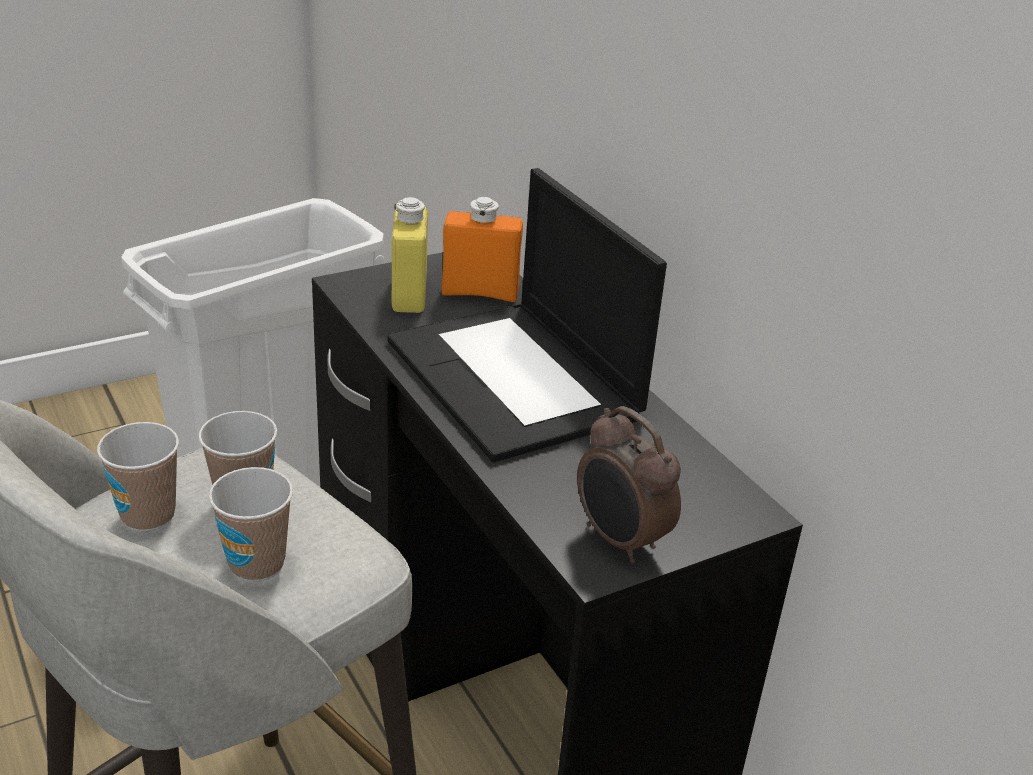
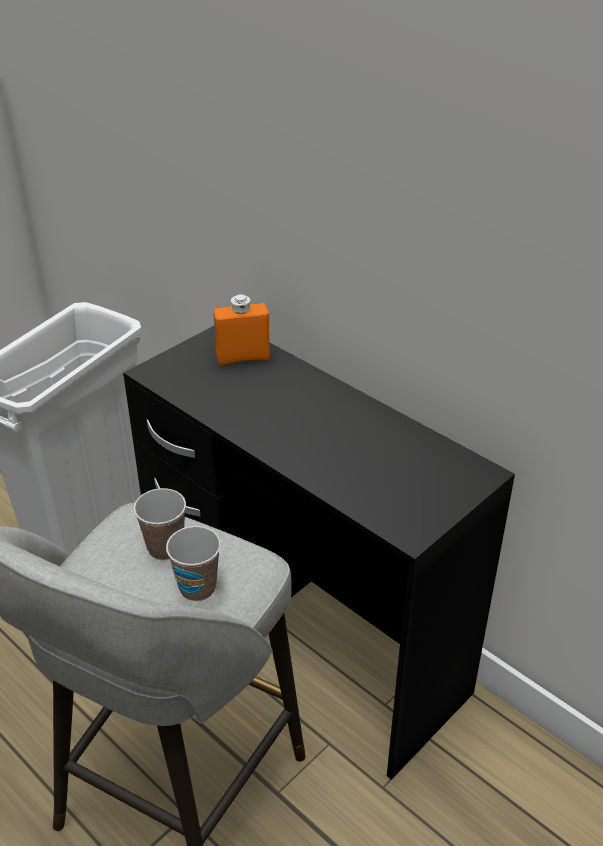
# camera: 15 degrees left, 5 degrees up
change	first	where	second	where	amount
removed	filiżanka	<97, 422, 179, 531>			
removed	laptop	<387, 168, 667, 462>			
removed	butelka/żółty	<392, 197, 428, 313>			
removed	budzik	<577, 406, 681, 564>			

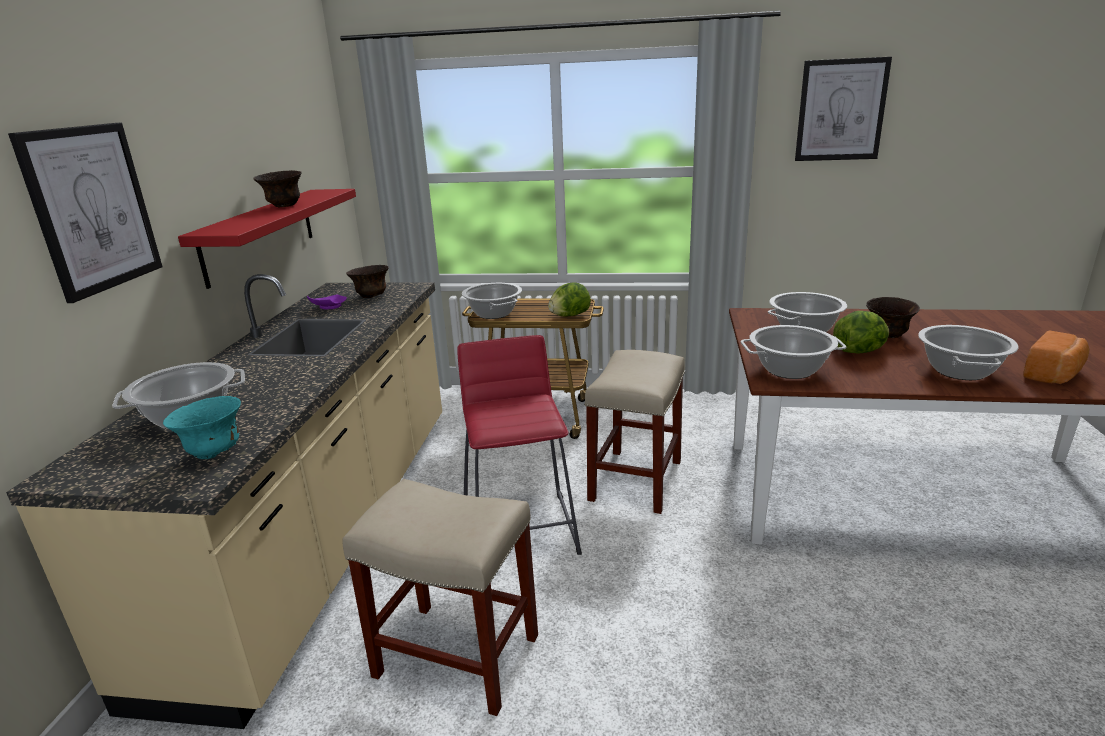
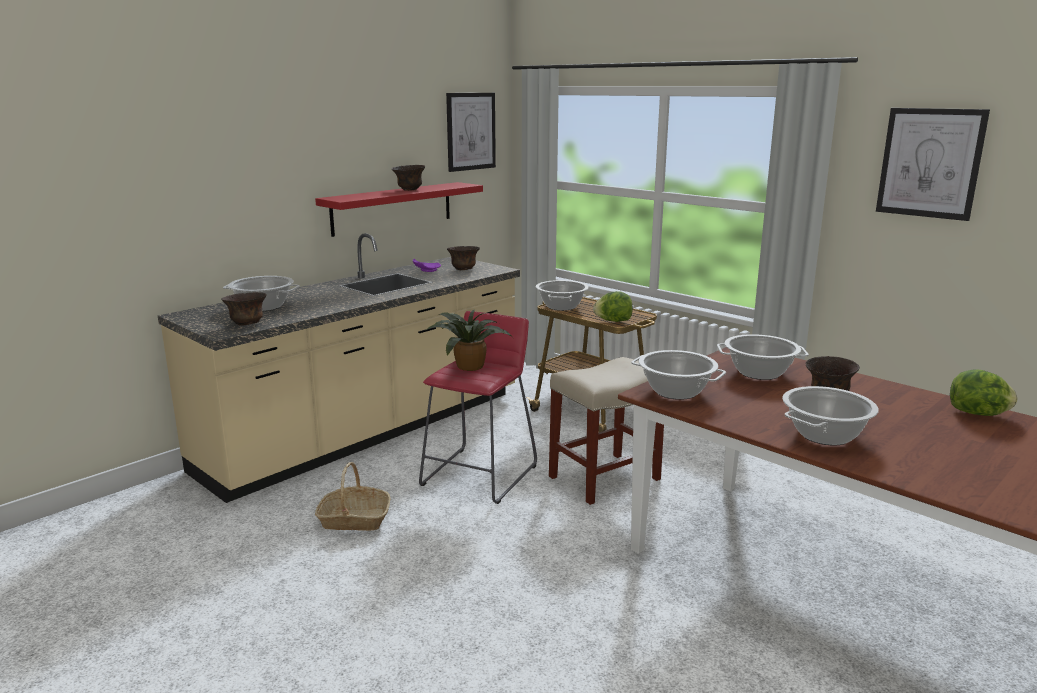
# camera: 35 degrees right, 5 degrees down
change	first	where	second	where	amount
recoloured	miska/turkusowy	<163, 396, 241, 459>	miska/brązowy	<221, 292, 267, 326>	
replaced	stołek/beżowy	<343, 479, 538, 716>	koszyk	<315, 462, 390, 531>	
added			roślina doniczkowa	<425, 309, 512, 371>	
moved	obraz	<8, 122, 162, 303>		<446, 93, 496, 172>	
moved	sałata	<833, 311, 889, 354>		<950, 369, 1018, 416>	
removed	chleb	<1023, 331, 1089, 384>			

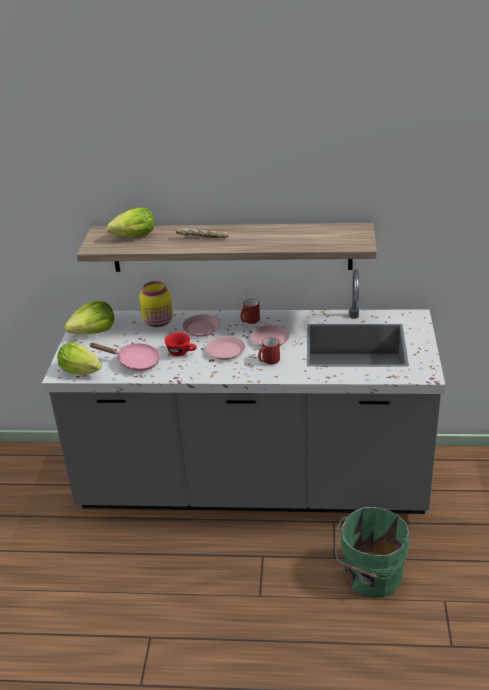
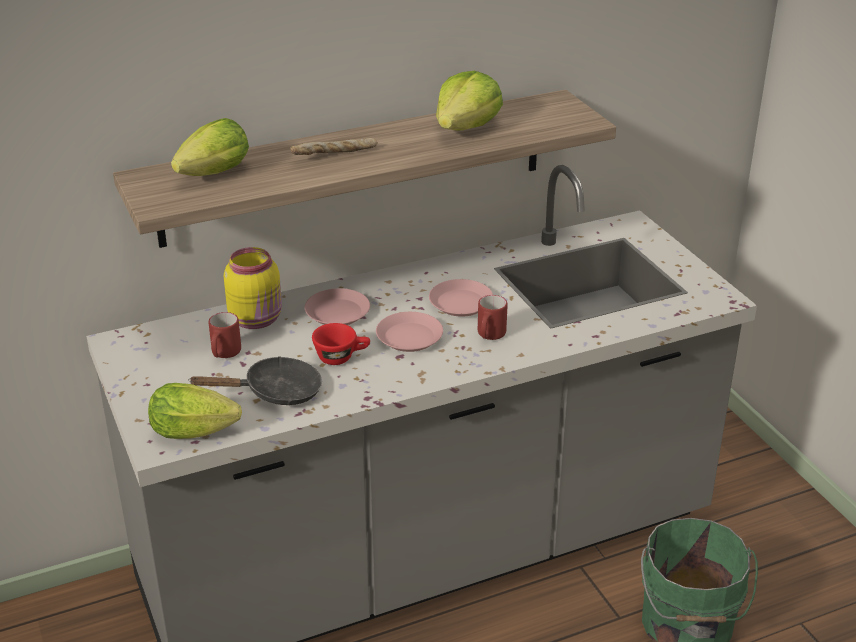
# camera: 30 degrees left, 0 degrees up
change	first	where	second	where	amount
recoloured	patelnia/różowy	<90, 343, 160, 371>	patelnia/czarny	<188, 356, 322, 405>	
moved	kubek/czerwony	<240, 299, 260, 324>		<209, 312, 241, 358>	
moved	sałata	<64, 301, 114, 334>		<436, 71, 503, 130>	

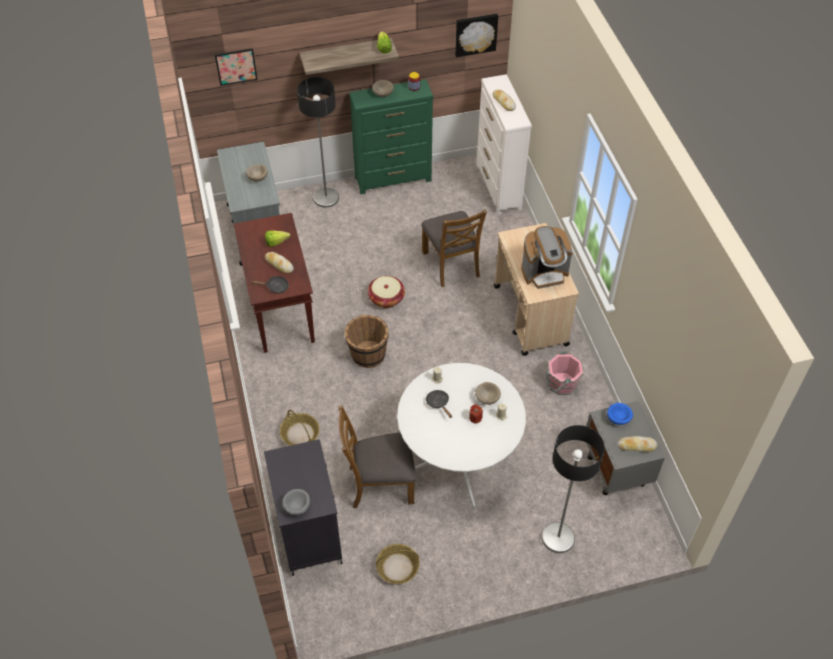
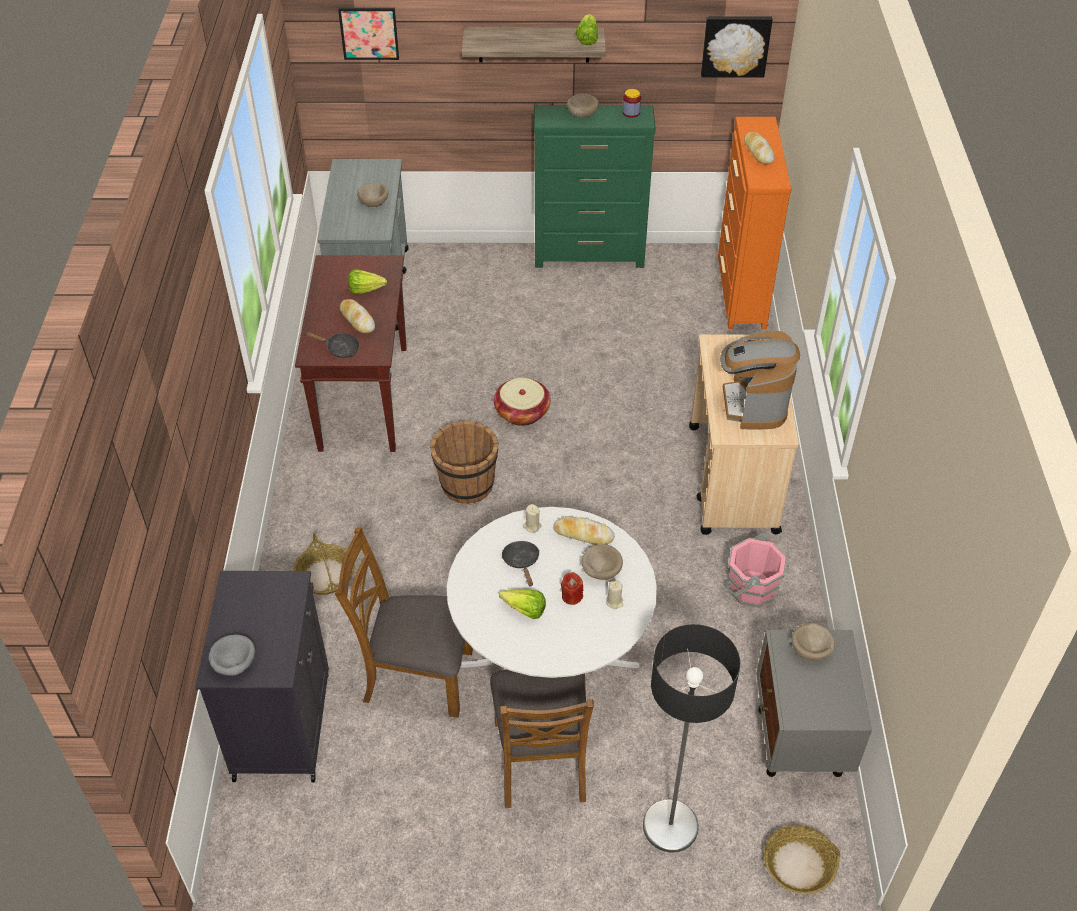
# camera: 15 degrees right, 5 degrees down
change	first	where	second	where	amount
moved	krzesło/brązowy	<421, 210, 487, 287>		<490, 670, 594, 808>	
added			sałata	<499, 589, 546, 619>	
moved	chleb	<617, 436, 657, 452>		<553, 516, 614, 545>	
recoloured	komoda/biały	<476, 74, 532, 215>	komoda/pomarańczowy	<718, 117, 791, 329>	
turned	ekspres do kawy	<521, 226, 573, 289>		<720, 331, 800, 430>	90 degrees clockwise
moved	koszyk	<376, 544, 420, 584>		<764, 825, 840, 894>	
recoloured	miska/niebieski	<607, 403, 633, 425>	miska/beżowy	<792, 623, 835, 660>	
removed	lampa stojąca	<297, 77, 339, 208>			

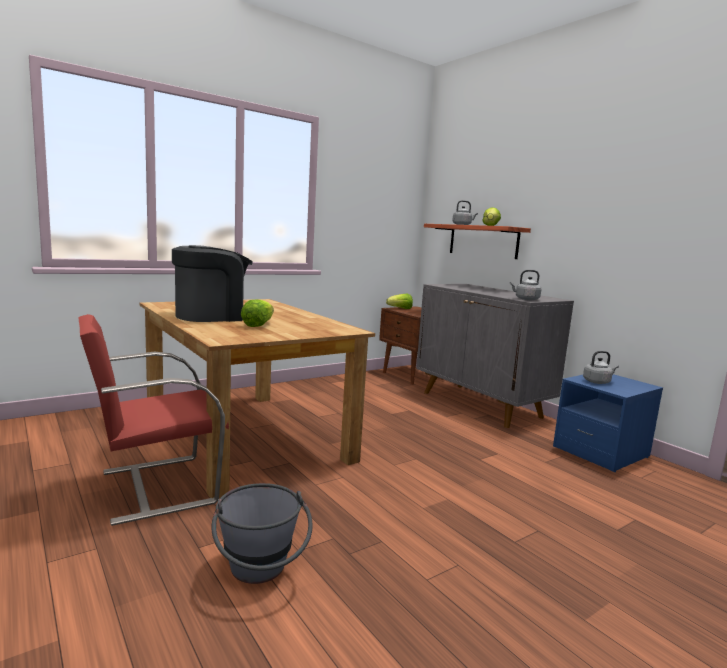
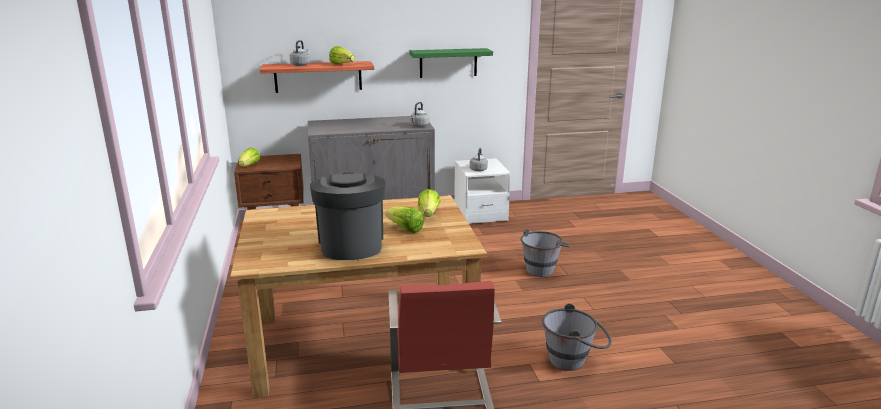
# camera: 65 degrees left, 10 degrees up
change	first	where	second	where	amount
added			półka/zielony	<409, 48, 493, 78>	
added			sałata	<418, 189, 441, 217>	
recoloured	szafka nocna/niebieski	<553, 374, 663, 472>	szafka nocna/biały	<454, 158, 511, 224>	
added			wiadro/szary	<521, 229, 570, 277>	

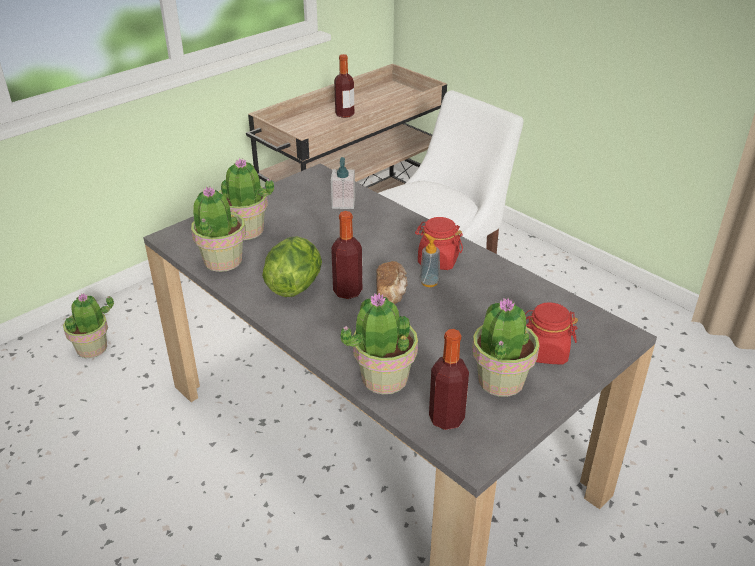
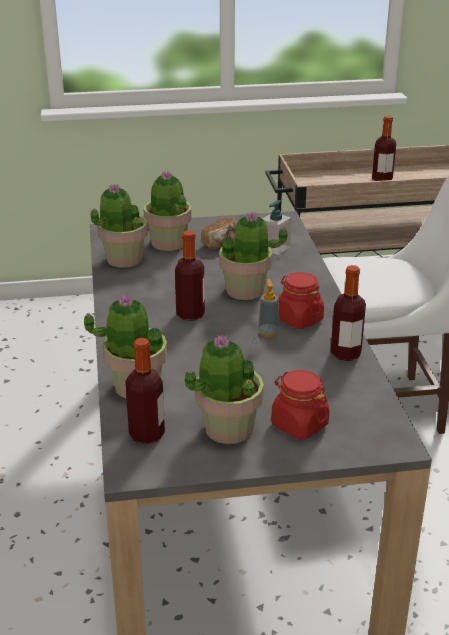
# camera: 35 degrees right, 5 degrees down
change	first	where	second	where	amount
moved	chleb	<376, 261, 408, 304>		<201, 218, 238, 249>	
moved	roślina doniczkowa	<63, 294, 114, 358>		<219, 212, 287, 300>	
added			butelka	<331, 265, 366, 361>	
removed	sałata	<262, 236, 322, 297>			

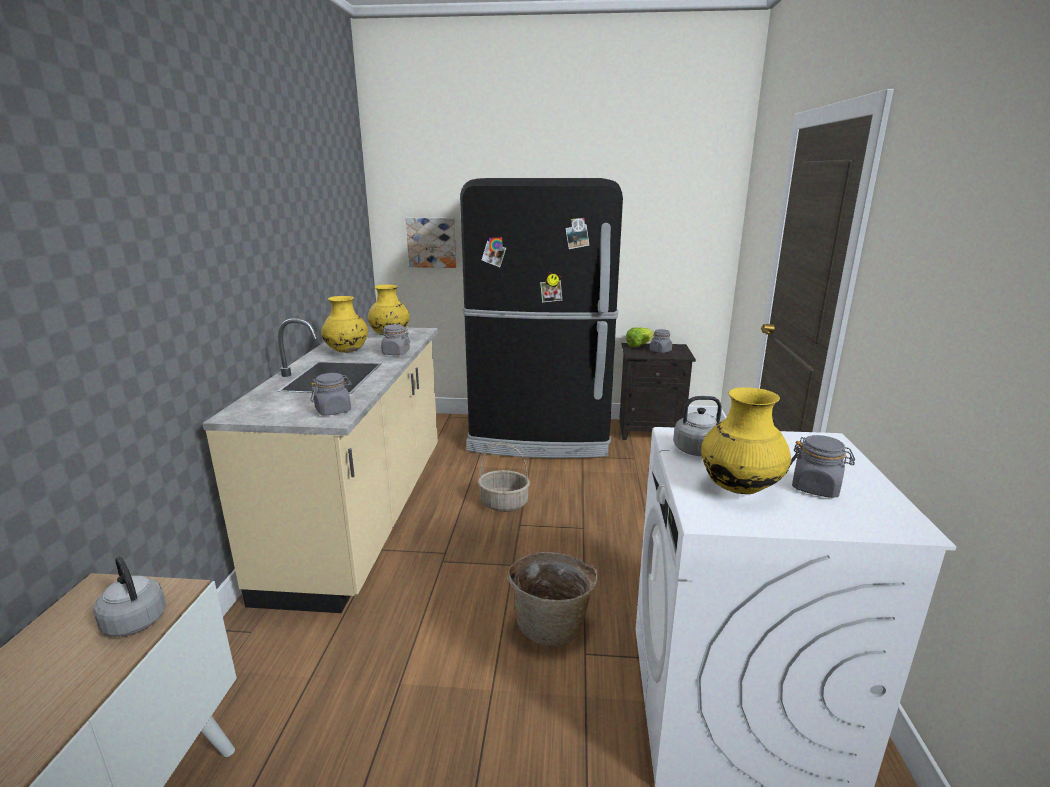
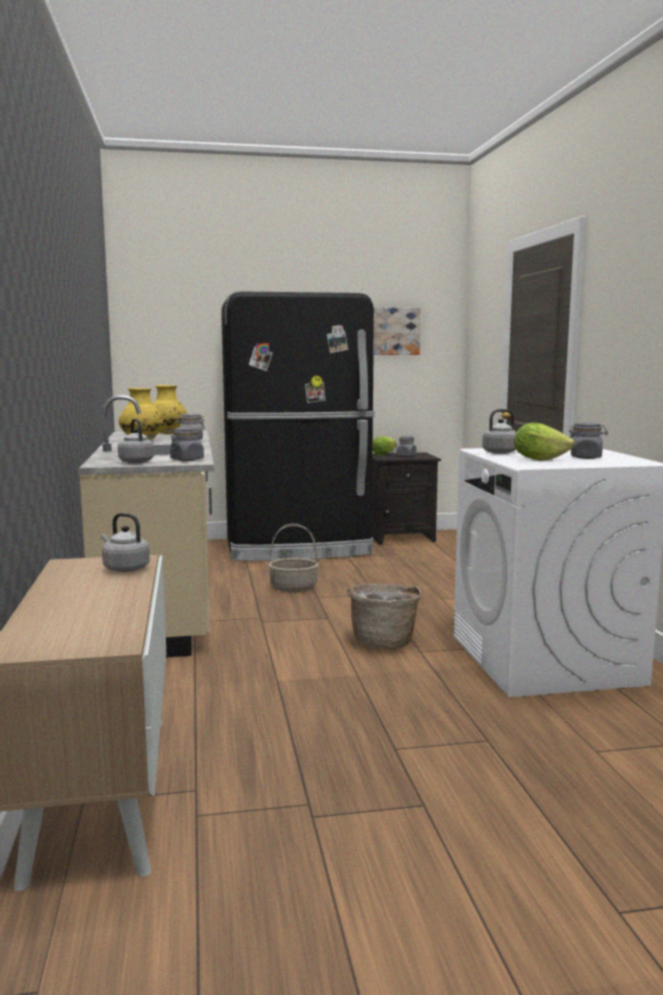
# camera: 15 degrees left, 10 degrees down
change	first	where	second	where	amount
added			czajnik/szary	<118, 419, 154, 463>	
moved	obraz	<406, 218, 457, 268>		<374, 308, 421, 355>	
replaced	wazon/żółty	<701, 387, 791, 494>	sałata	<514, 423, 575, 461>	

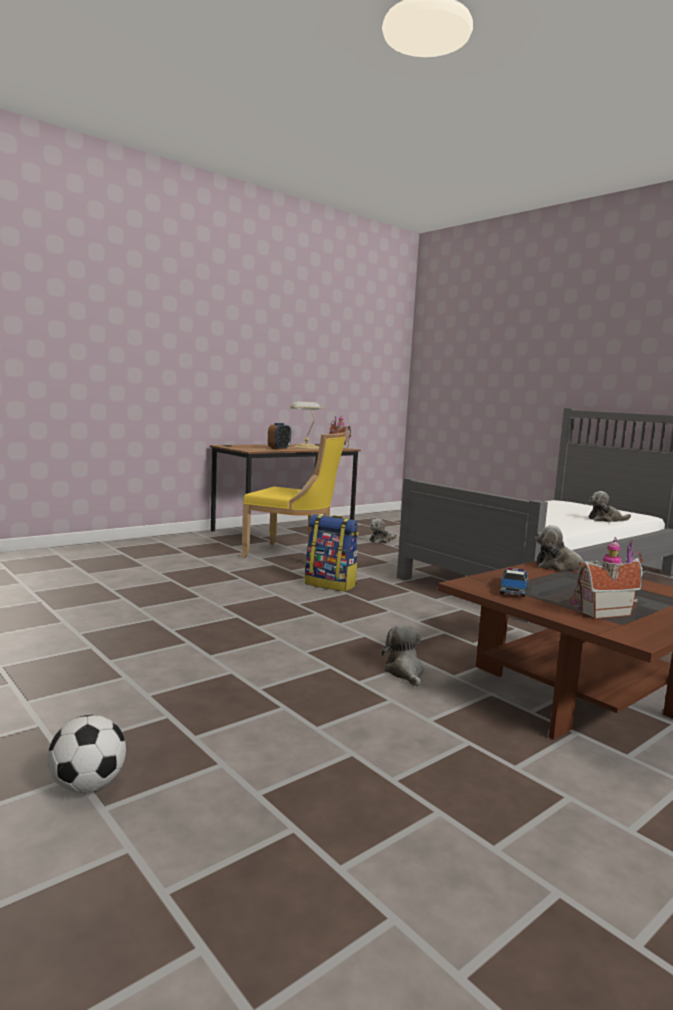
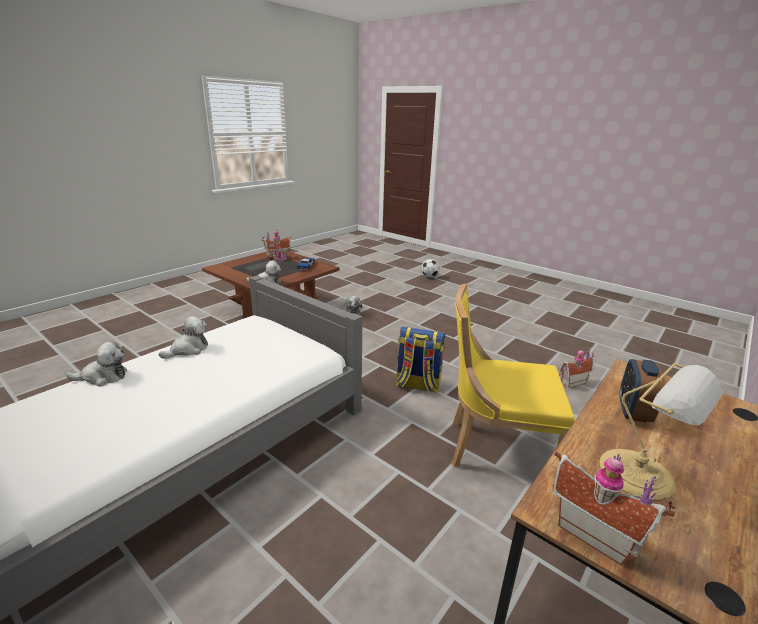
# camera: 170 degrees right, 15 degrees up
change	first	where	second	where	amount
moved	pluszak	<370, 518, 397, 543>		<159, 316, 208, 359>	
added			domek	<559, 348, 594, 388>	

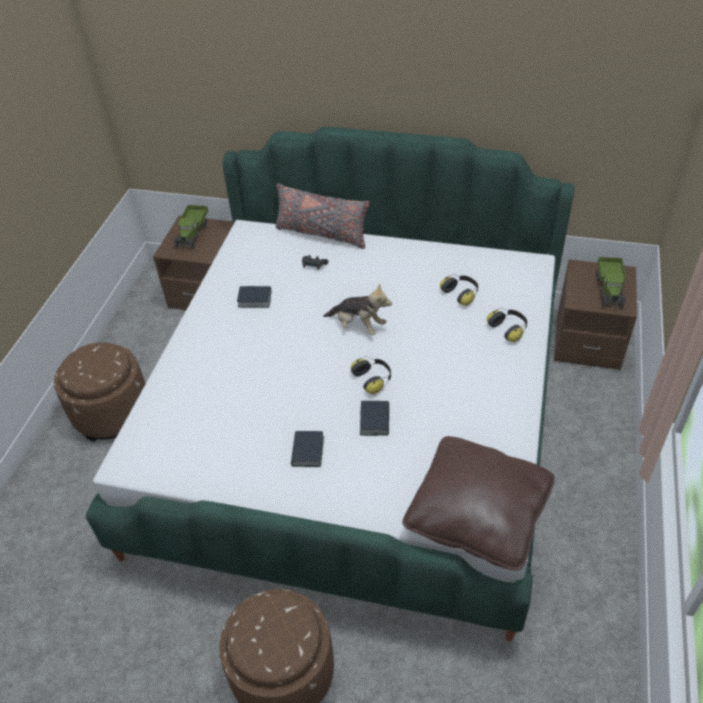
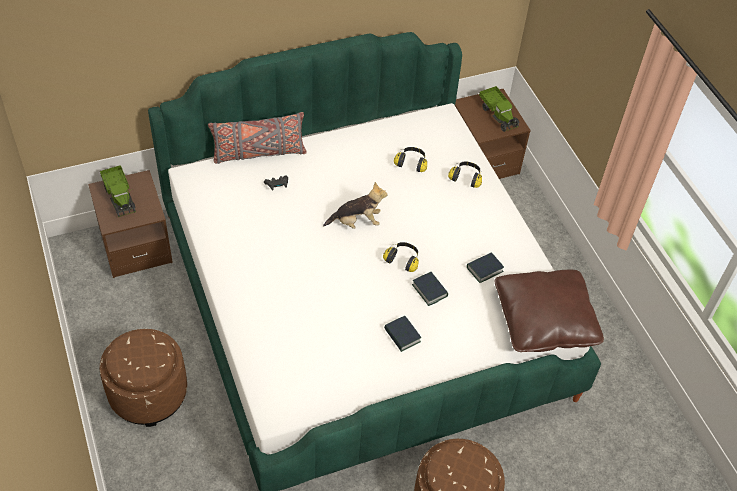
# camera: 40 degrees left, 5 degrees up
change	first	where	second	where	amount
moved	książka	<237, 286, 271, 308>		<467, 252, 504, 283>	

